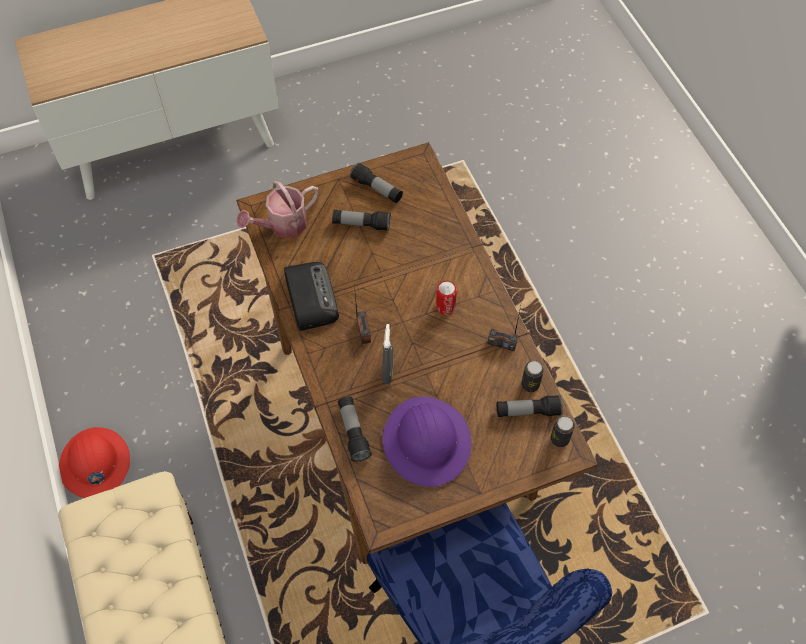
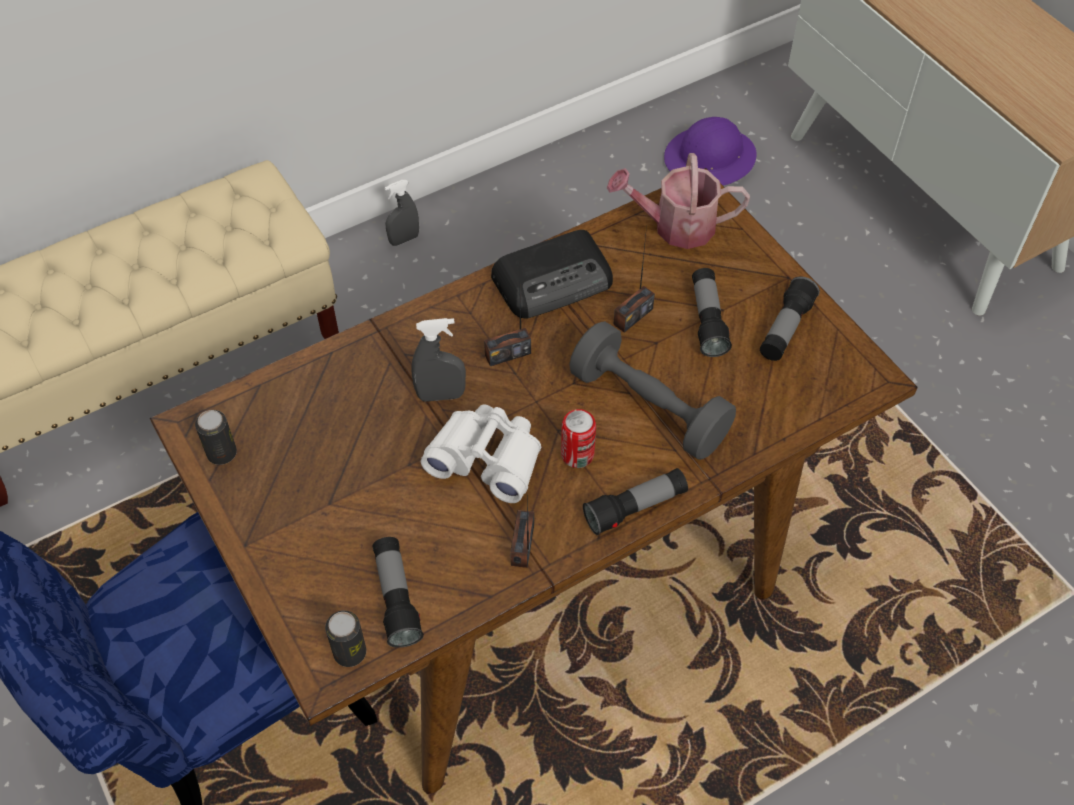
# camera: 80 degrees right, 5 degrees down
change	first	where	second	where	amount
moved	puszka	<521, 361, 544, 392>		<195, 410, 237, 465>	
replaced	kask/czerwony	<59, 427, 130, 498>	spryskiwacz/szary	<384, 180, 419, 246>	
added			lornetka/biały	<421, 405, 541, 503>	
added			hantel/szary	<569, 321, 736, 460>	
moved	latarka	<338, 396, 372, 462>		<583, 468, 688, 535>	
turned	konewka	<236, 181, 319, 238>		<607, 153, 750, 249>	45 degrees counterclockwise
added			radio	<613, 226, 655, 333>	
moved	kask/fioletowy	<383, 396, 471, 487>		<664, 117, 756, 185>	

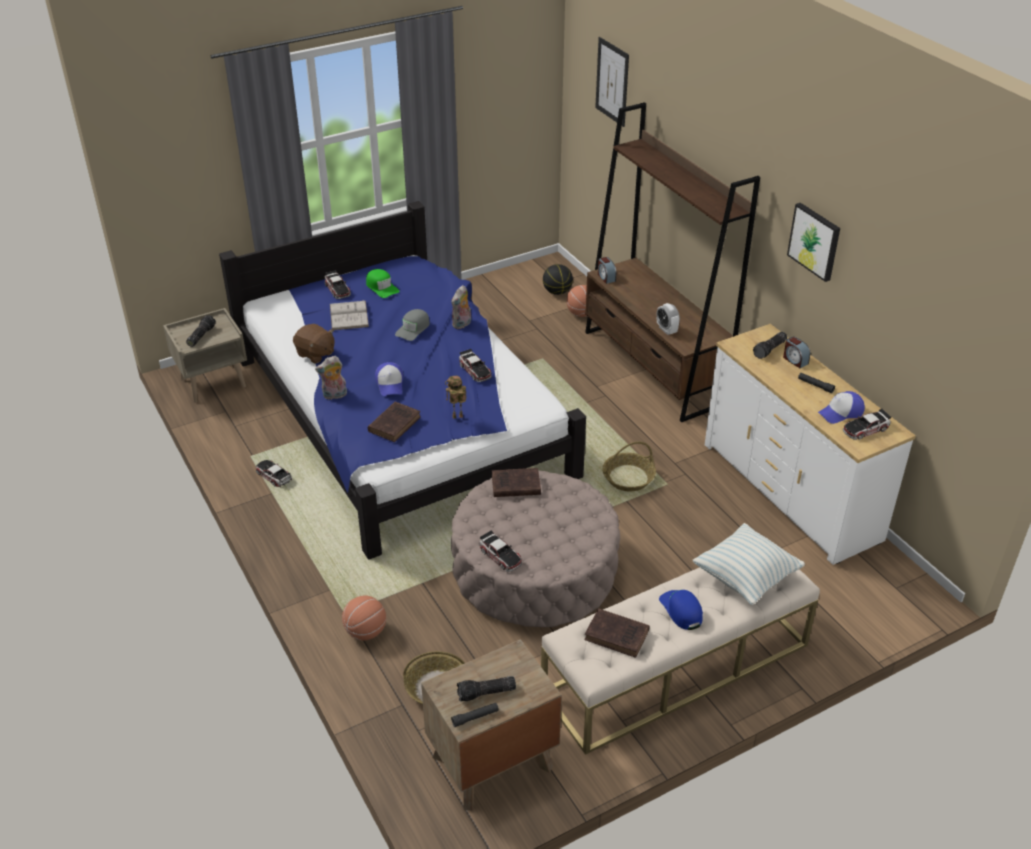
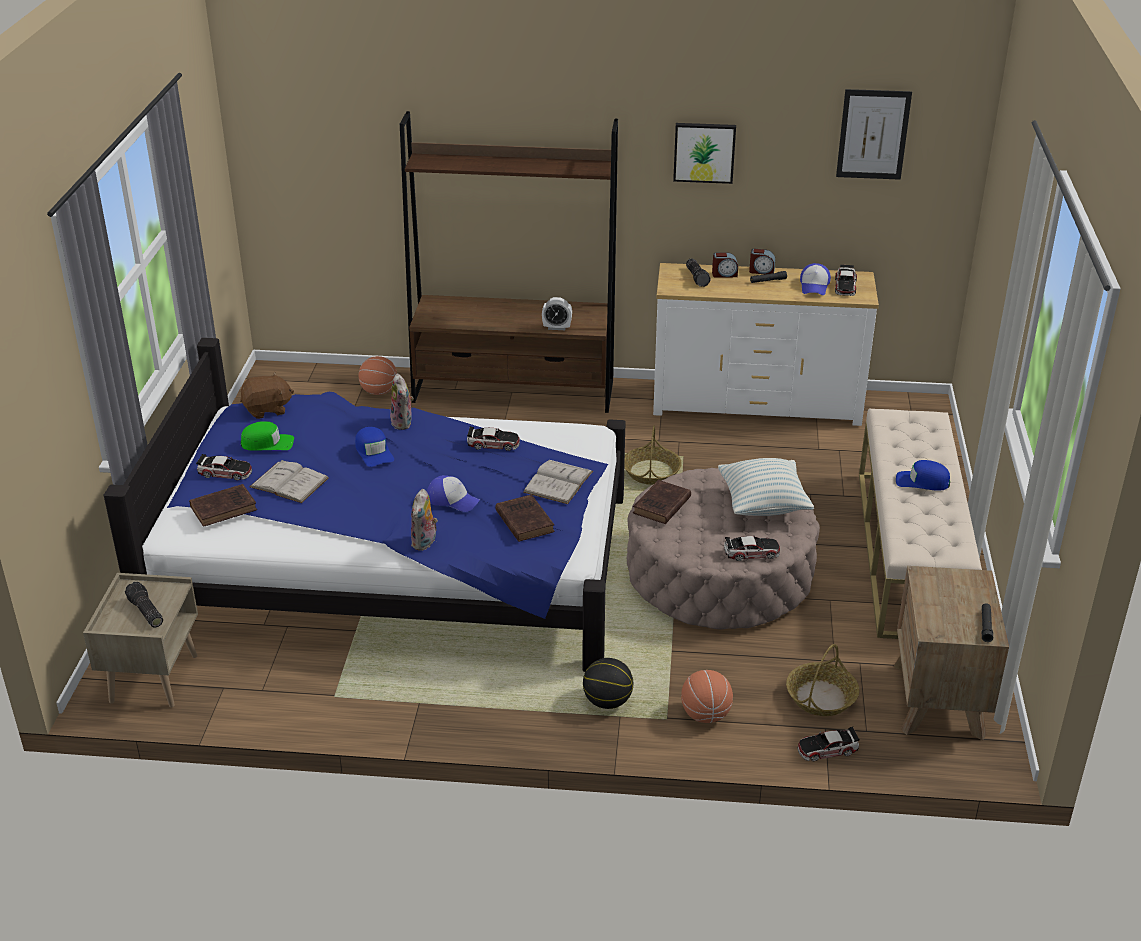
# camera: 55 degrees left, 5 degrees down
change	first	where	second	where	amount
moved	książka/brązowy	<584, 608, 650, 658>		<189, 484, 257, 527>	
moved	pluszak/brązowy	<293, 324, 335, 364>		<240, 372, 294, 419>	
recoloured	czapka z daszkiem/szary	<395, 309, 430, 341>	czapka z daszkiem/niebieski	<355, 427, 394, 467>	
replaced	robot zabawkowy	<445, 376, 467, 419>	książka/biały	<523, 460, 593, 504>	
moved	piłka do koszykówki	<543, 264, 573, 295>		<583, 658, 633, 709>	
moved	poduszka	<693, 523, 805, 605>		<718, 458, 814, 516>	
moved	budzik	<598, 257, 616, 284>		<749, 249, 775, 274>	
moved	samochodzik	<256, 460, 292, 487>		<798, 727, 860, 761>	
moved	obraz	<595, 37, 629, 127>		<836, 89, 912, 180>	
removed	latarka	<457, 676, 516, 701>			

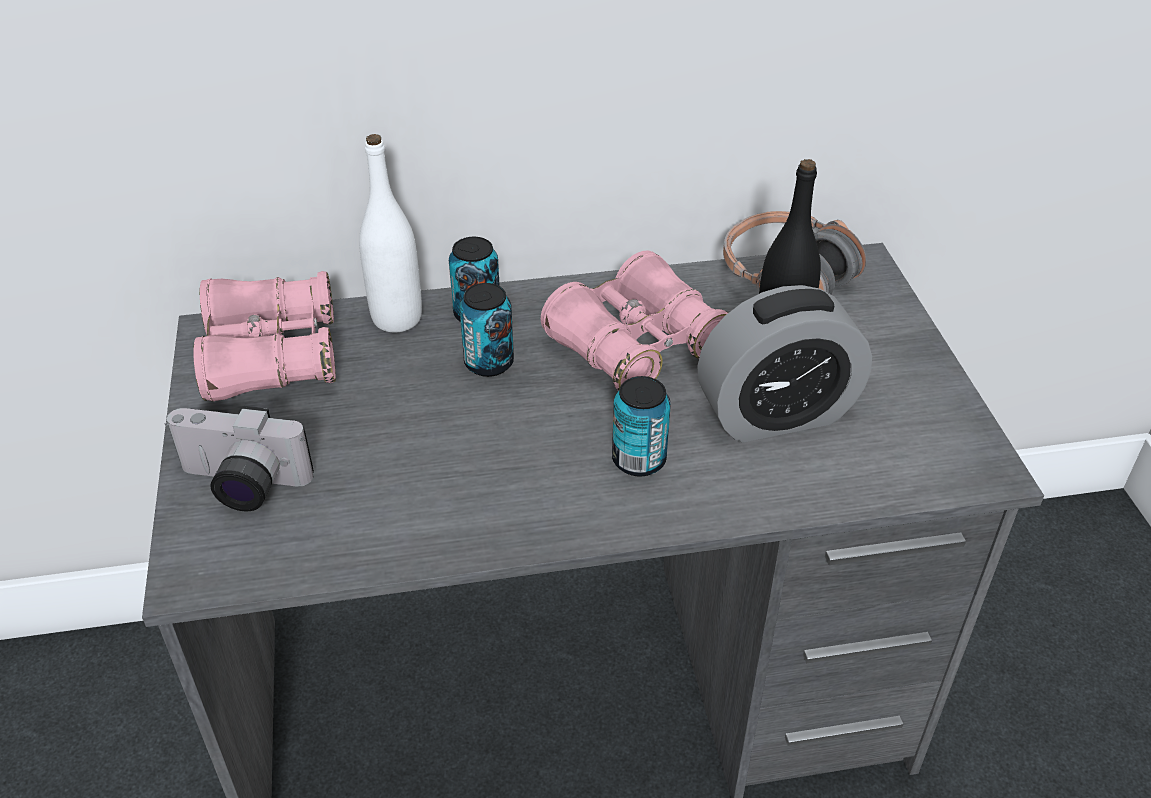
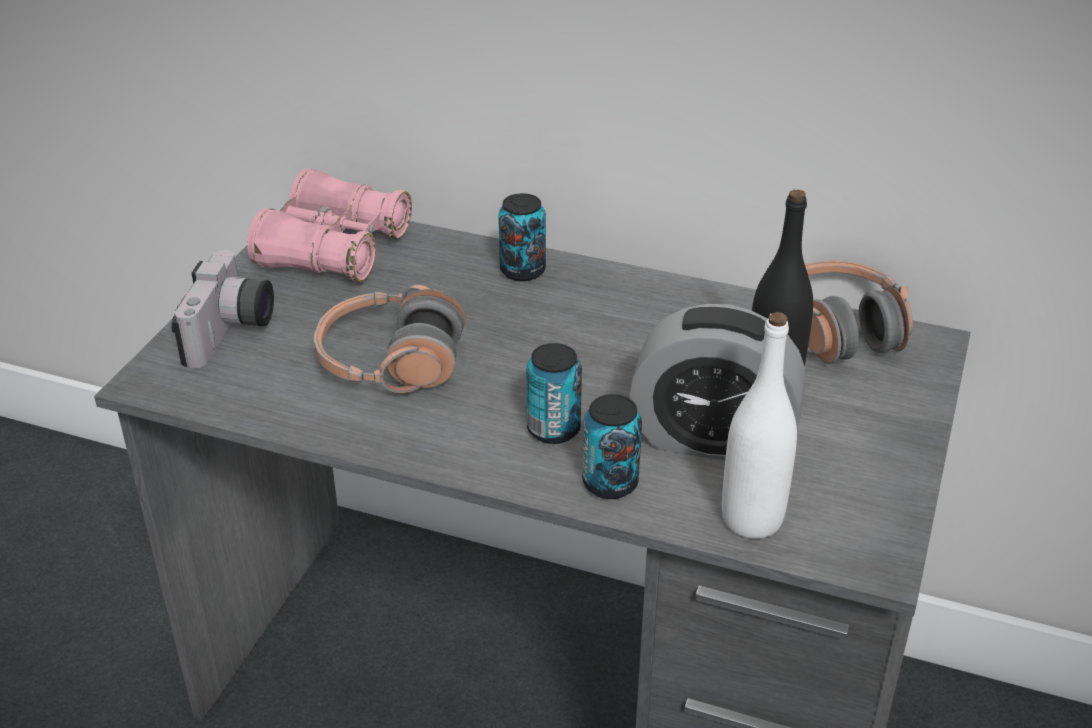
# camera: 30 degrees right, 5 degrees down
change	first	where	second	where	amount
turned	aparat fotograficzny	<165, 406, 314, 511>		<171, 250, 274, 369>	120 degrees counterclockwise
added			słuchawki	<314, 285, 466, 393>	
moved	puszka	<459, 283, 514, 377>		<582, 394, 642, 499>	
moved	butelka/biały	<359, 134, 422, 332>		<722, 312, 797, 539>	
removed	lornetka/różowy	<541, 250, 729, 391>			

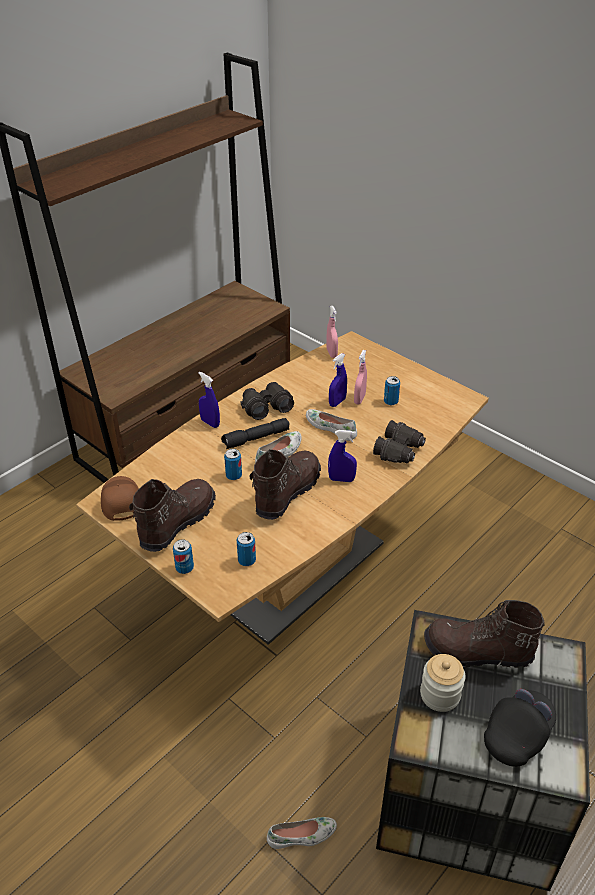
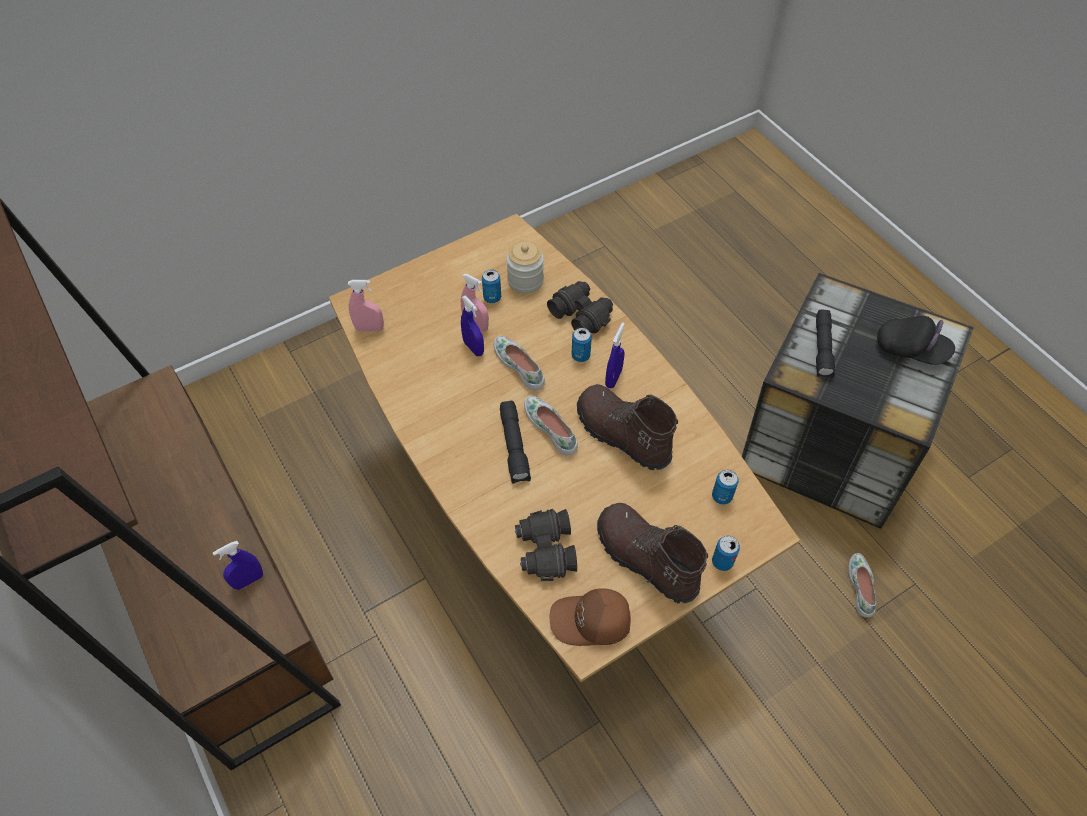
# camera: 75 degrees left, 15 degrees up
change	first	where	second	where	amount
moved	spryskiwacz/niebieski	<198, 371, 220, 428>		<213, 541, 263, 590>	
turned	but/biały	<306, 409, 357, 441>		<494, 336, 545, 390>	90 degrees clockwise
moved	słoik	<420, 654, 465, 712>		<506, 241, 544, 294>	
moved	lornetka/czarny	<240, 382, 294, 420>		<515, 509, 577, 581>	
moved	puszka	<224, 449, 242, 480>		<572, 328, 592, 362>	
replaced	but z cholewką/brązowy	<424, 600, 545, 668>	latarka/czarny	<816, 309, 835, 378>	
turned	czapka z daszkiem/czarny	<484, 689, 556, 767>		<877, 316, 955, 365>	150 degrees clockwise

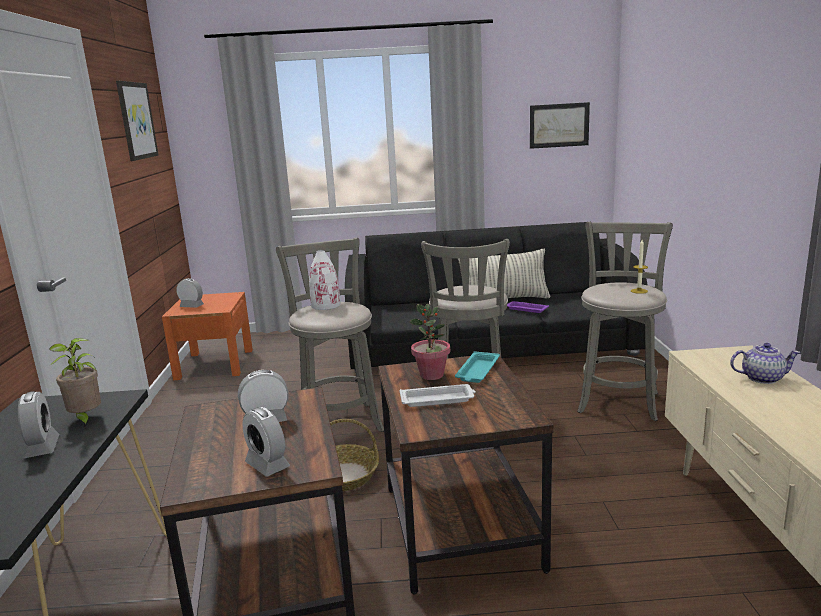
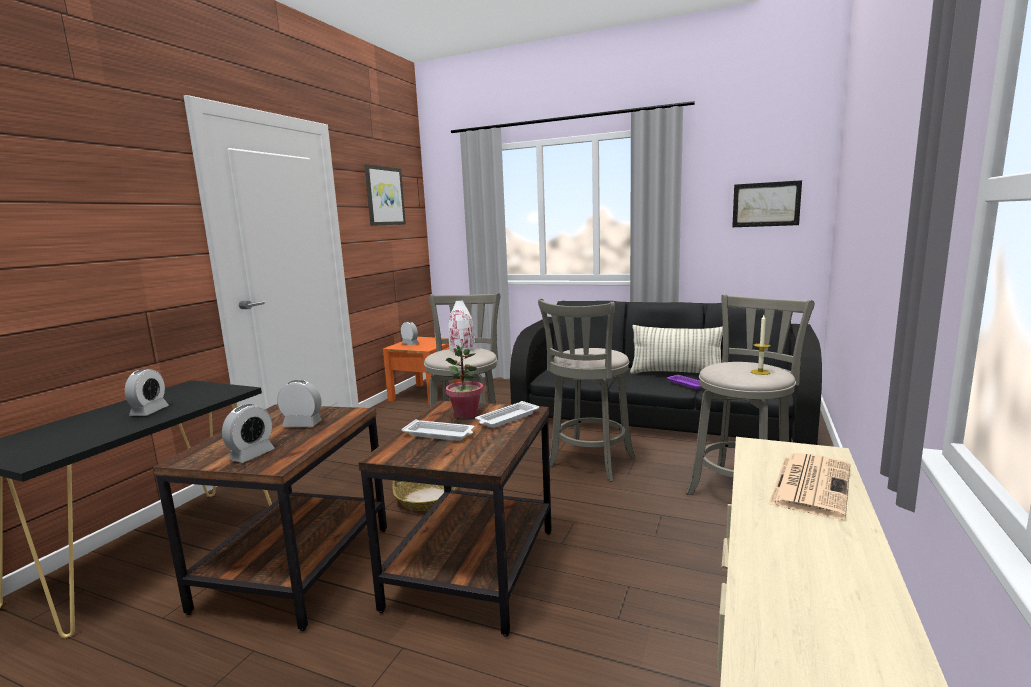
# camera: 25 degrees right, 5 degrees down
change	first	where	second	where	amount
turned	budzik	<242, 407, 290, 476>		<222, 404, 275, 463>	135 degrees counterclockwise
recoloured	taca/turkusowy	<455, 351, 500, 383>	taca/biały	<475, 401, 539, 428>	
replaced	imbryk	<730, 343, 801, 384>	gazeta	<769, 453, 850, 519>	
removed	roślina doniczkowa	<49, 338, 101, 429>			

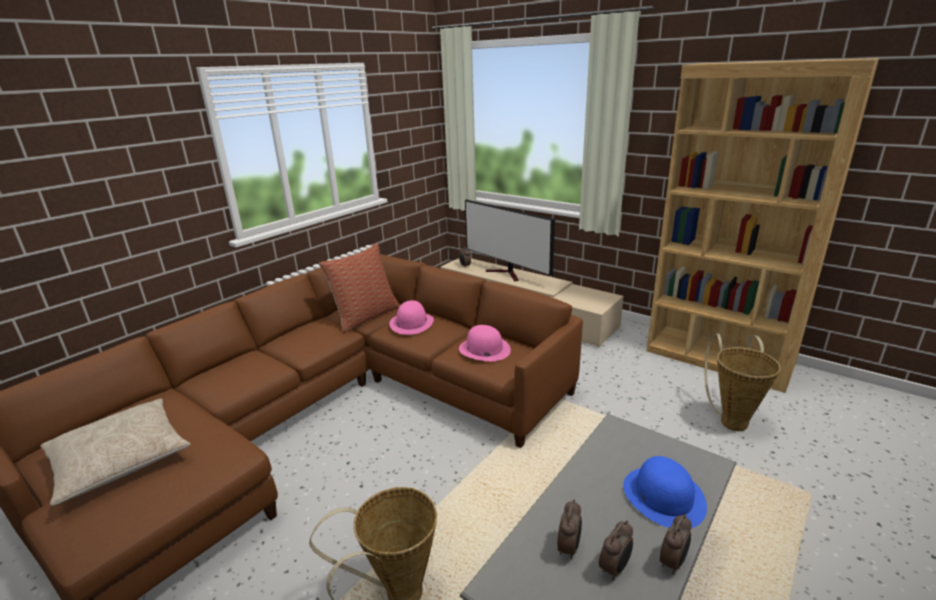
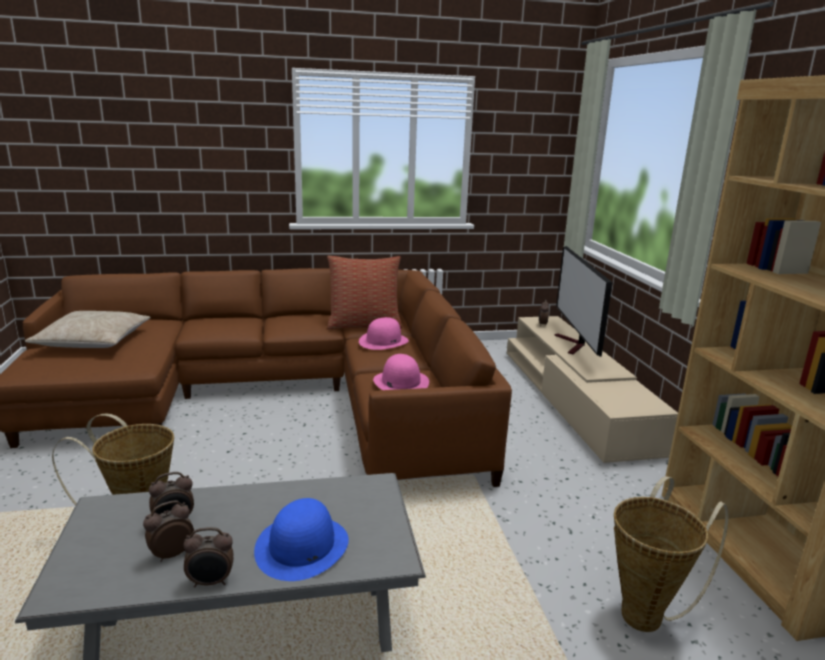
# camera: 40 degrees right, 5 degrees down
change	first	where	second	where	amount
turned	budzik	<599, 520, 633, 581>		<143, 500, 194, 562>	150 degrees clockwise

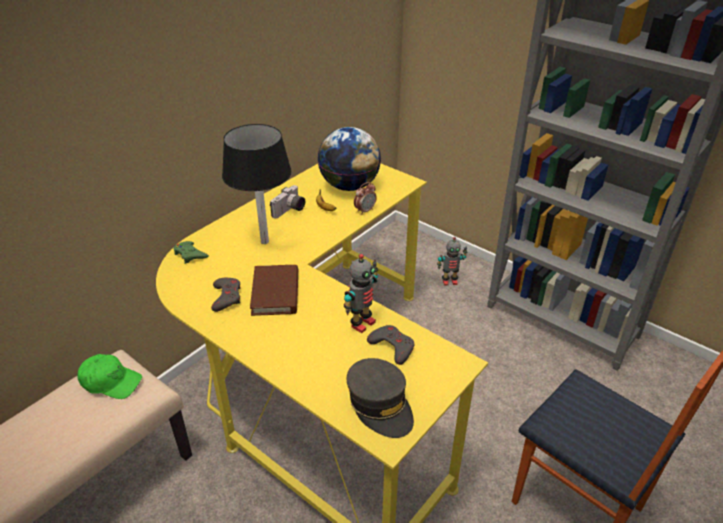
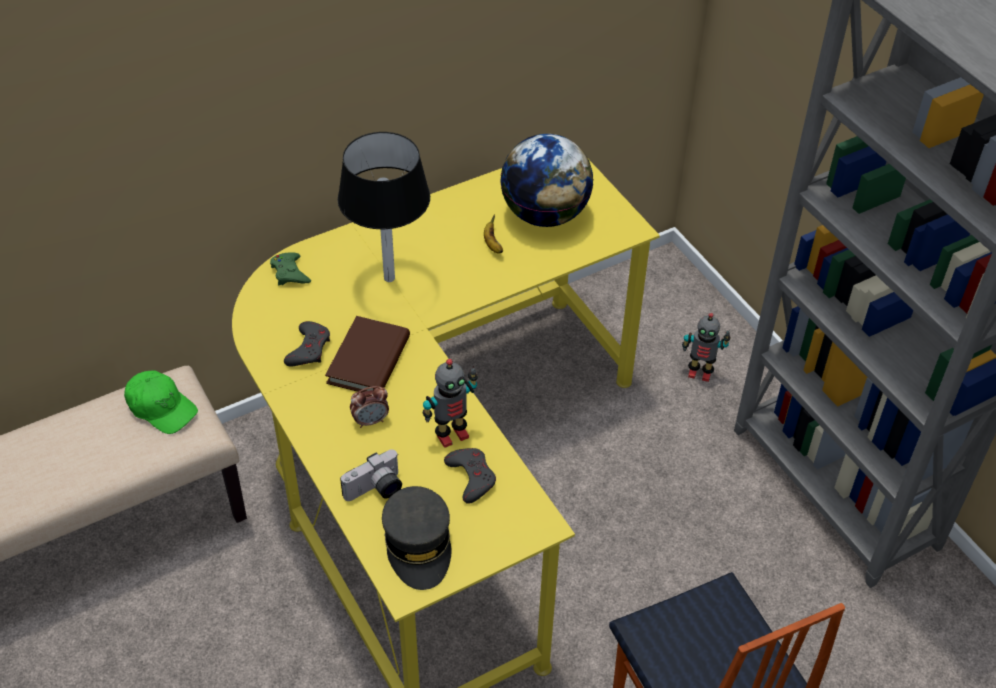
# camera: 20 degrees right, 10 degrees up
change	first	where	second	where	amount
moved	aparat fotograficzny	<270, 185, 305, 218>		<340, 449, 402, 501>	
moved	budzik	<354, 182, 377, 215>		<350, 386, 389, 428>	

